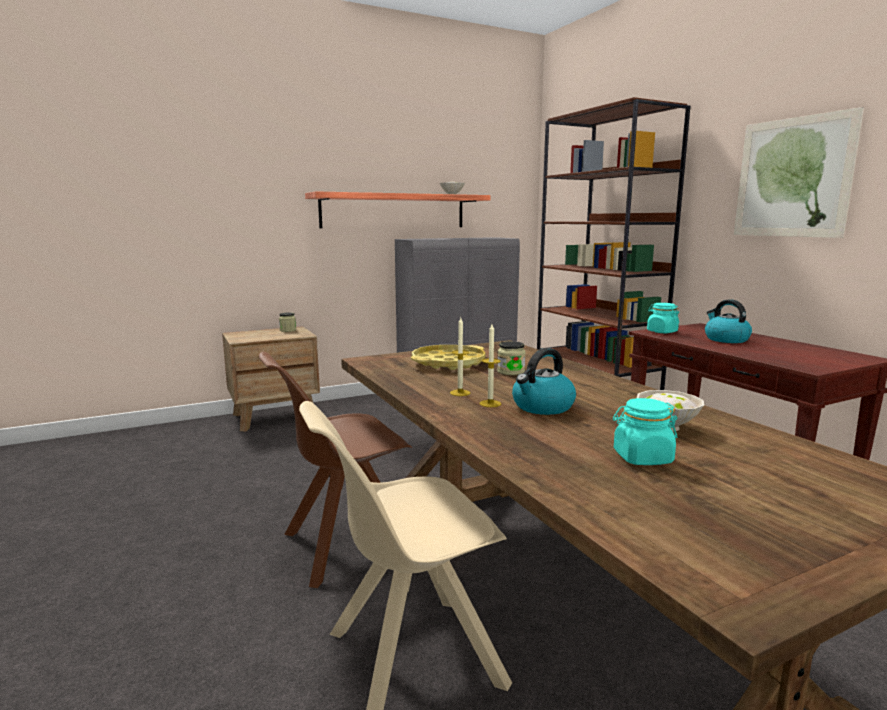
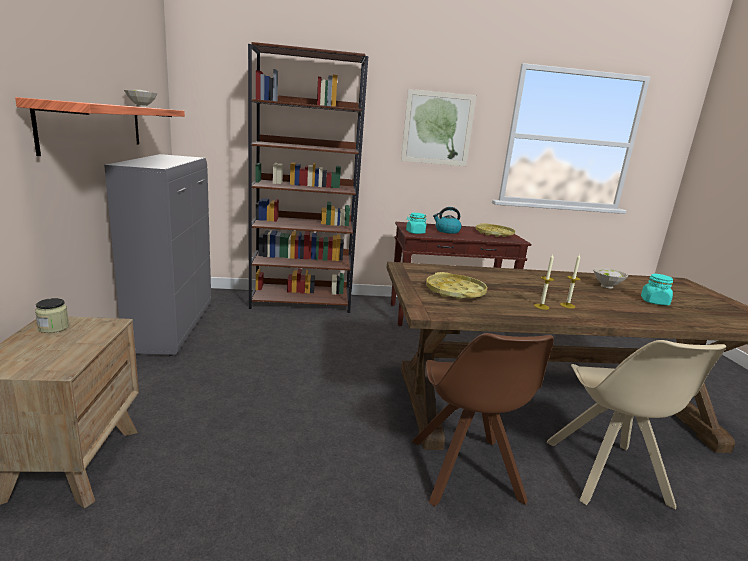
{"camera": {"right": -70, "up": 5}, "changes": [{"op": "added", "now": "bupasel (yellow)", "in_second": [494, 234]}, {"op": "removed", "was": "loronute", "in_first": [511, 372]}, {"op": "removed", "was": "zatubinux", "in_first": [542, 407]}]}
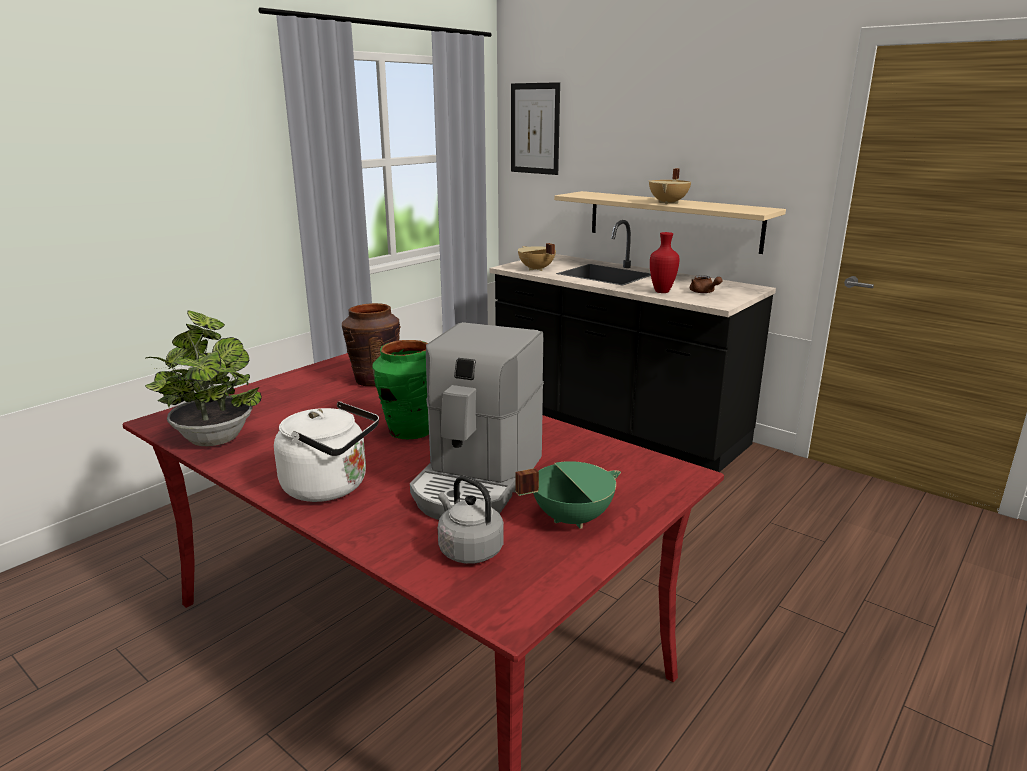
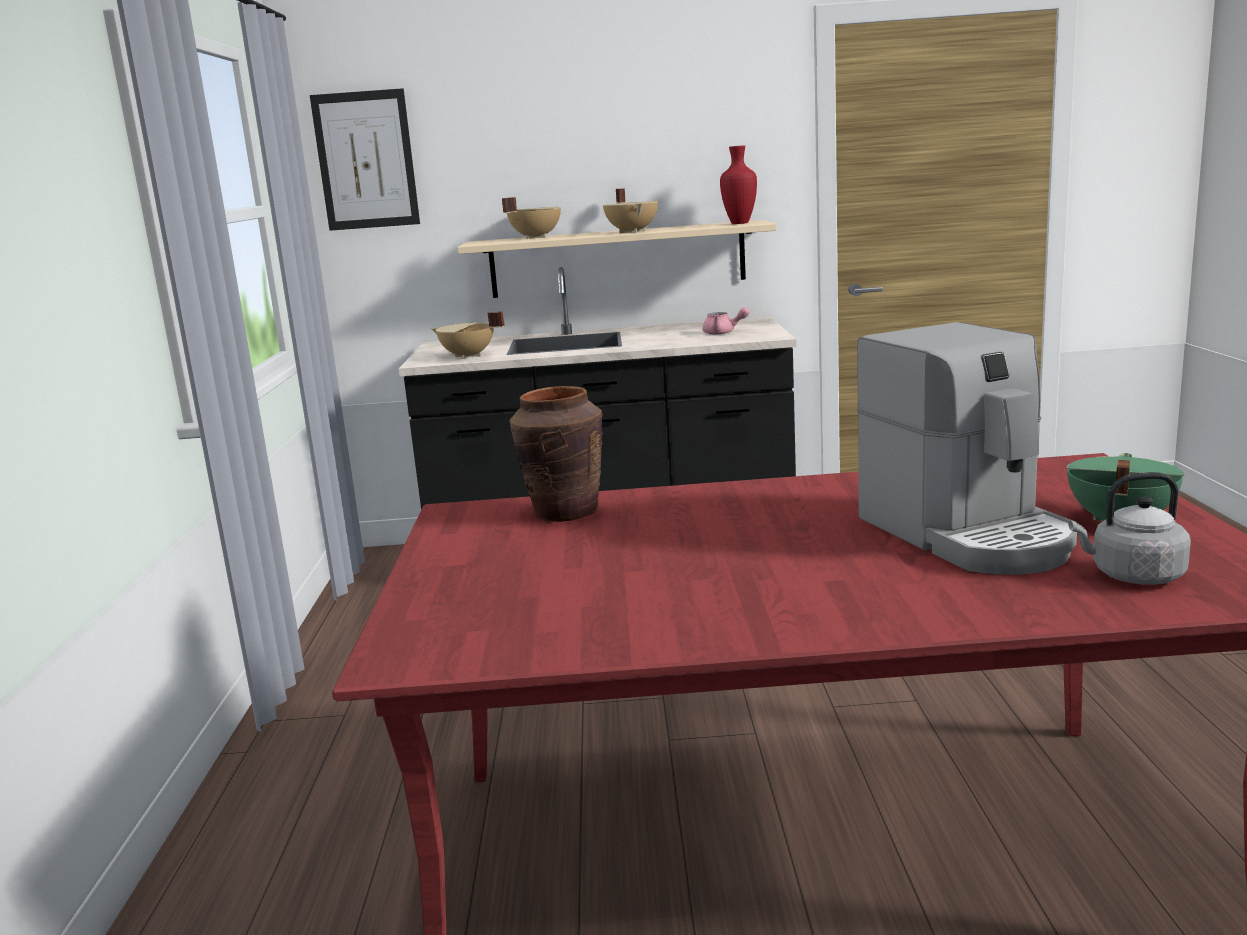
{"camera": {"right": -40, "up": -5}, "changes": [{"op": "added", "now": "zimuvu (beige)", "in_second": [535, 237]}, {"op": "recoloured", "was": "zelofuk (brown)", "now": "zelofuk (pink)", "in_first": [703, 292], "in_second": [723, 333]}, {"op": "moved", "was": "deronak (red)", "in_first": [662, 292], "in_second": [741, 223]}, {"op": "removed", "was": "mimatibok", "in_first": [214, 436]}, {"op": "removed", "was": "zatubinux (white)", "in_first": [331, 487]}, {"op": "removed", "was": "deronak (green)", "in_first": [410, 430]}]}
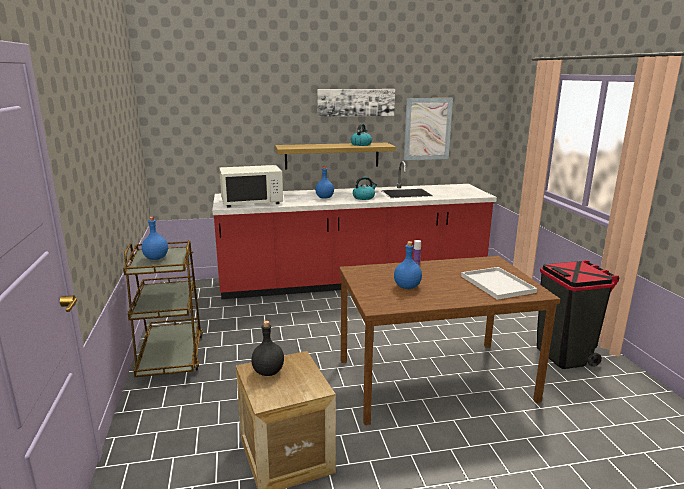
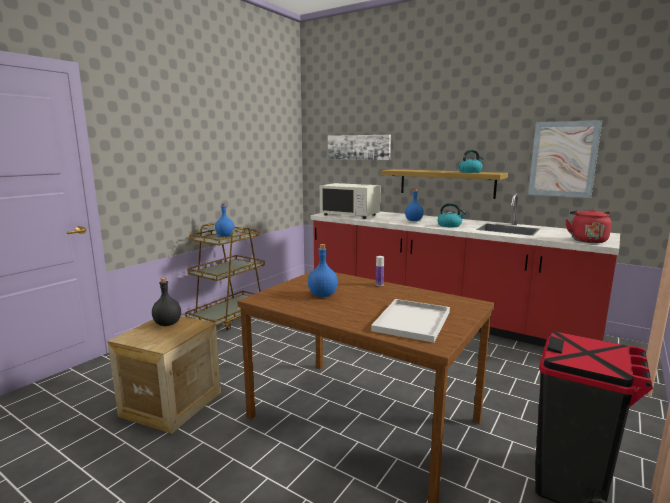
{"camera": {"right": 45, "up": -5}, "changes": [{"op": "moved", "was": "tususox", "in_first": [356, 102], "in_second": [358, 147]}, {"op": "added", "now": "zatubinux (red)", "in_second": [587, 240]}]}
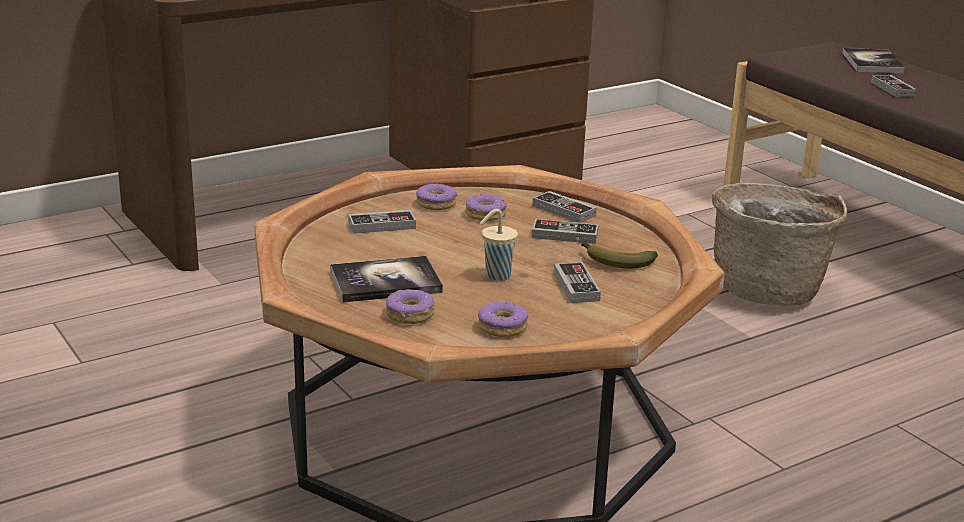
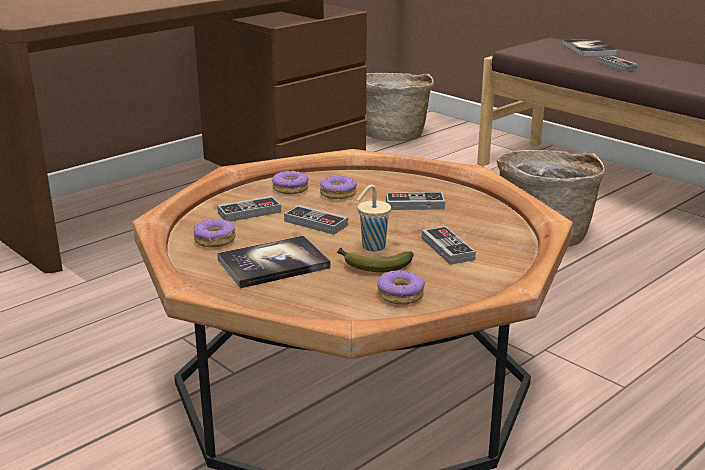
{"camera": {"right": -10, "up": 0}, "changes": [{"op": "moved", "was": "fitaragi", "in_first": [409, 315], "in_second": [214, 240]}, {"op": "moved", "was": "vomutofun", "in_first": [564, 210], "in_second": [316, 223]}, {"op": "moved", "was": "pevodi", "in_first": [614, 261], "in_second": [372, 266]}, {"op": "added", "now": "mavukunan", "in_second": [392, 135]}]}
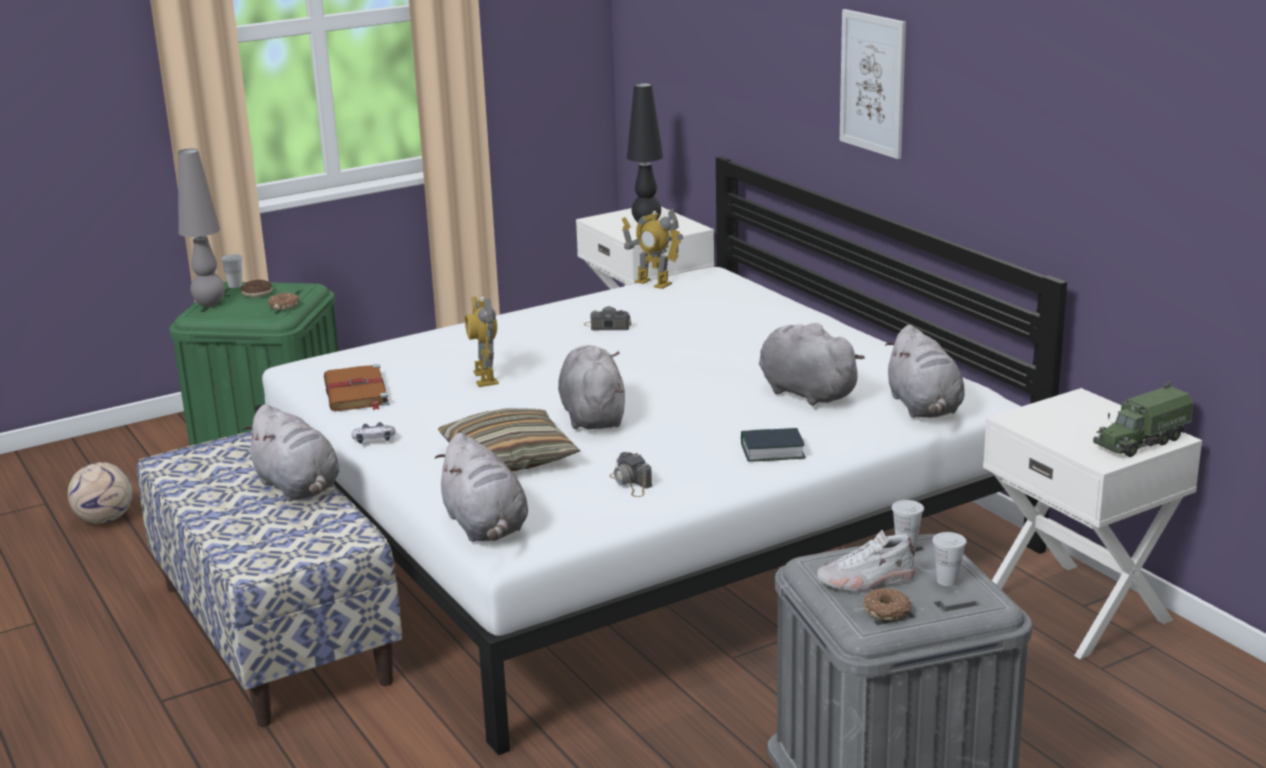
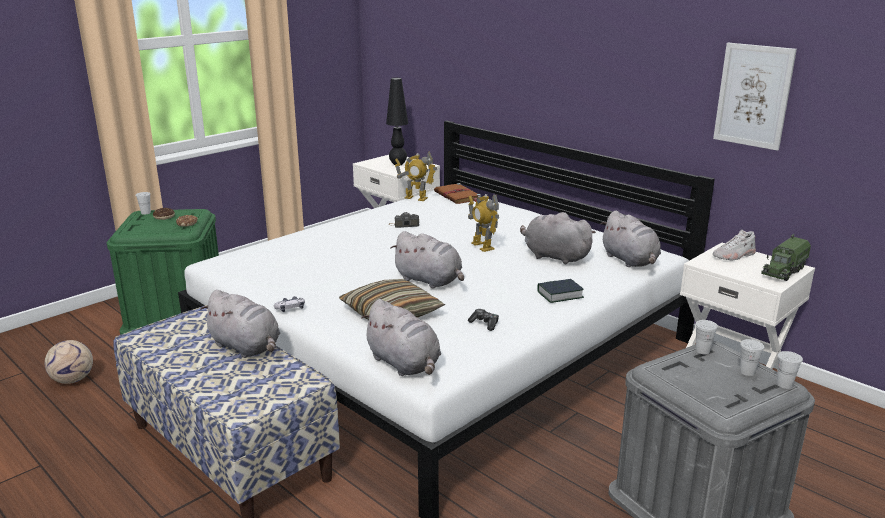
{"camera": {"right": -15, "up": 0}, "changes": [{"op": "turned", "was": "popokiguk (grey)", "in_first": [592, 416], "in_second": [430, 281], "clockwise": 150}, {"op": "moved", "was": "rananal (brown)", "in_first": [356, 393], "in_second": [457, 196]}, {"op": "moved", "was": "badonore", "in_first": [485, 378], "in_second": [482, 246]}, {"op": "replaced", "was": "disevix", "now": "vomutofun", "in_first": [631, 483], "in_second": [484, 323]}, {"op": "moved", "was": "tususox", "in_first": [873, 83], "in_second": [753, 96]}, {"op": "moved", "was": "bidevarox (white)", "in_first": [866, 581], "in_second": [734, 256]}, {"op": "added", "now": "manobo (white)", "in_second": [784, 384]}, {"op": "removed", "was": "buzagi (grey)", "in_first": [210, 304]}, {"op": "removed", "was": "fitaragi", "in_first": [887, 612]}]}
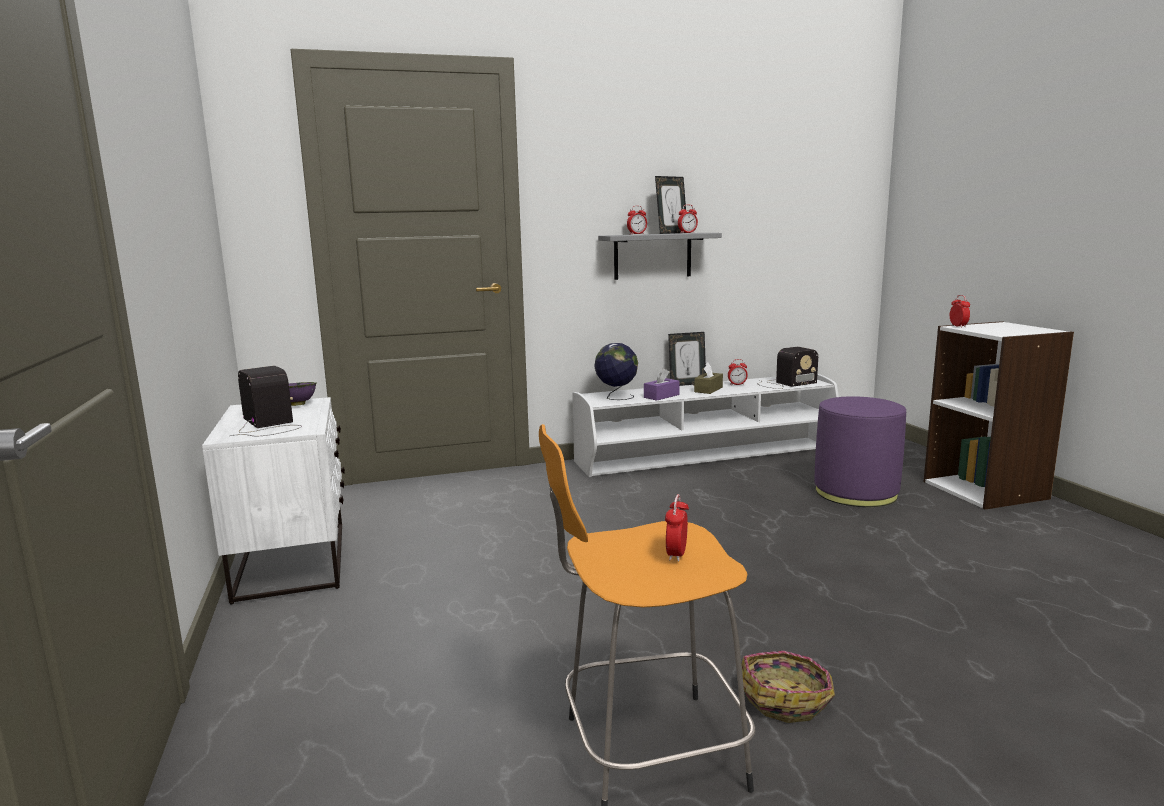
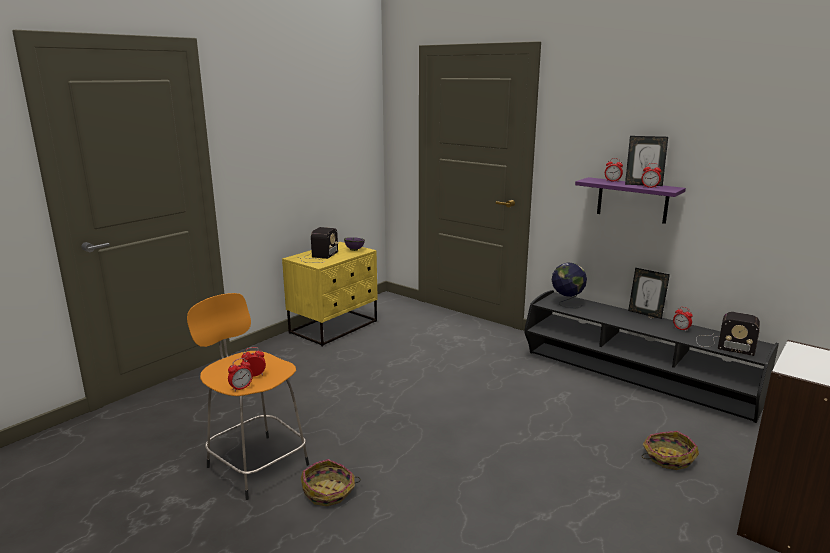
{"camera": {"right": 55, "up": 5}, "changes": [{"op": "moved", "was": "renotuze", "in_first": [958, 326], "in_second": [241, 388]}, {"op": "recoloured", "was": "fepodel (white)", "now": "fepodel (yellow)", "in_first": [294, 561], "in_second": [334, 327]}, {"op": "recoloured", "was": "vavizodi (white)", "now": "vavizodi (black)", "in_first": [707, 457], "in_second": [636, 379]}, {"op": "recoloured", "was": "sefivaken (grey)", "now": "sefivaken (purple)", "in_first": [652, 256], "in_second": [632, 200]}, {"op": "replaced", "was": "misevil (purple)", "now": "mavukunan", "in_first": [855, 492], "in_second": [667, 458]}, {"op": "removed", "was": "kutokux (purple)", "in_first": [661, 396]}, {"op": "removed", "was": "kutokux (brown)", "in_first": [708, 389]}]}
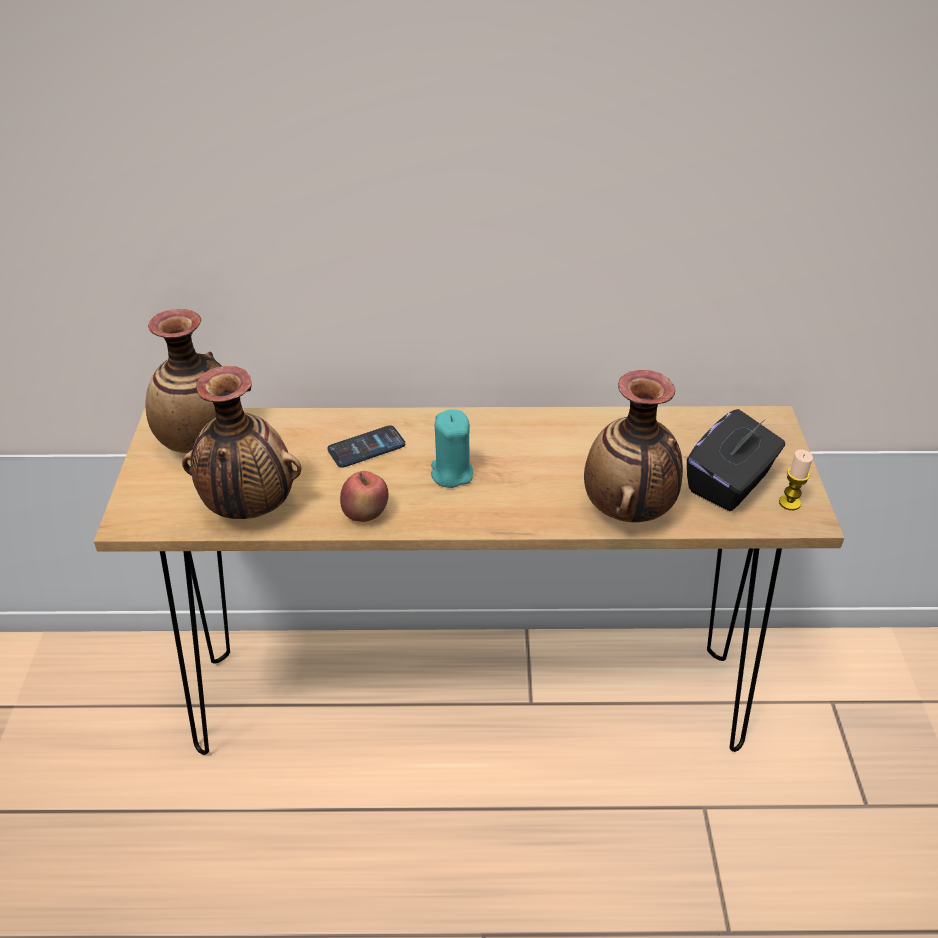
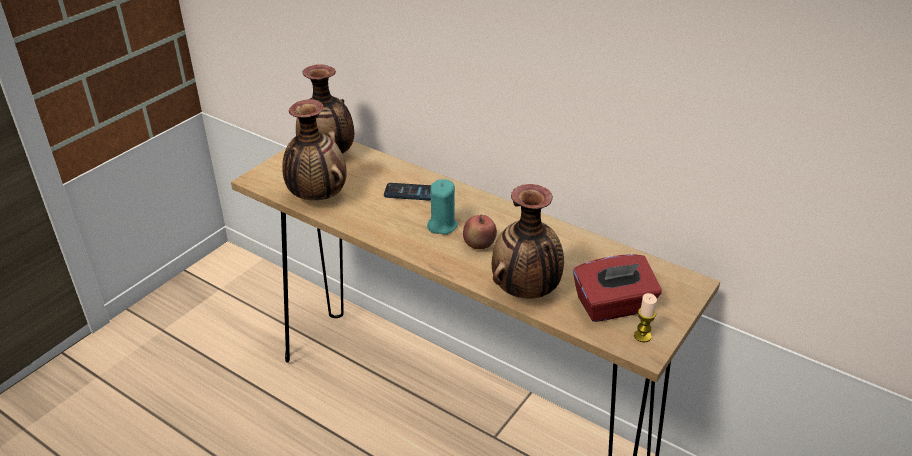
{"camera": {"right": 35, "up": -5}, "changes": [{"op": "moved", "was": "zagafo", "in_first": [365, 515], "in_second": [479, 246]}, {"op": "recoloured", "was": "kutokux (black)", "now": "kutokux (red)", "in_first": [730, 483], "in_second": [613, 306]}]}
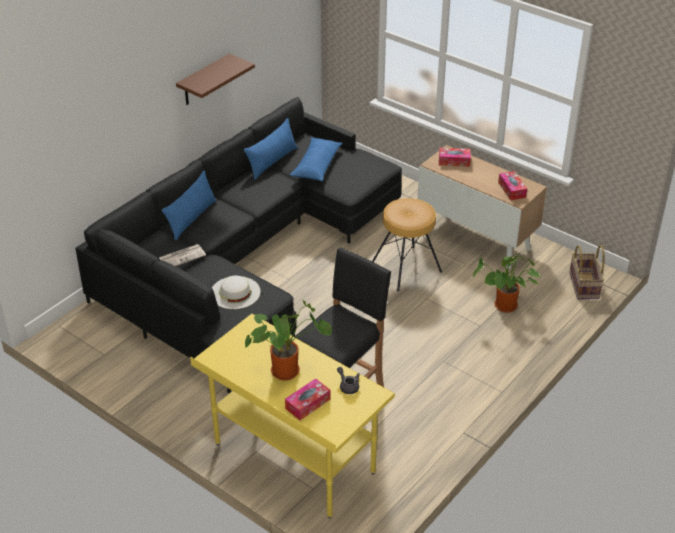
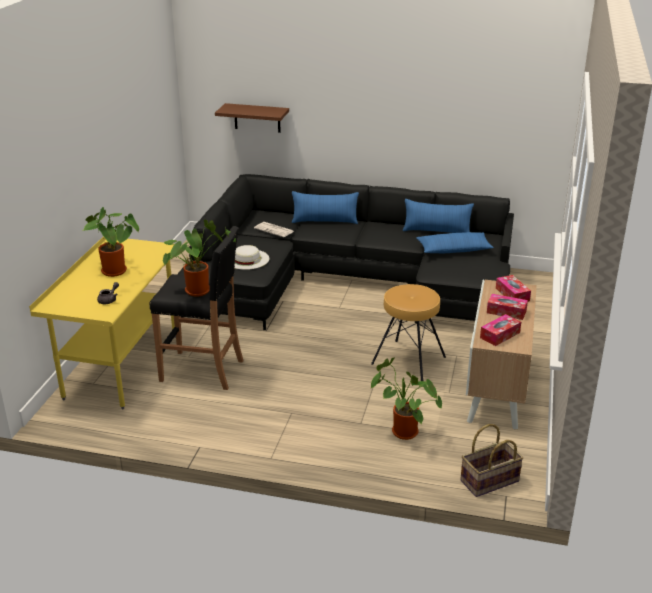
{"camera": {"right": 65, "up": -10}, "changes": [{"op": "added", "now": "mimatibok", "in_second": [199, 289]}, {"op": "moved", "was": "sefivaken (brown)", "in_first": [204, 80], "in_second": [257, 118]}, {"op": "moved", "was": "kutokux", "in_first": [308, 404], "in_second": [506, 312]}]}
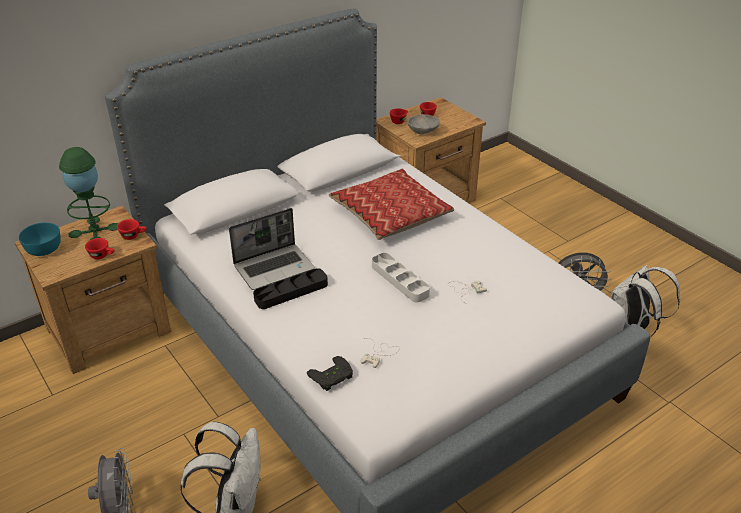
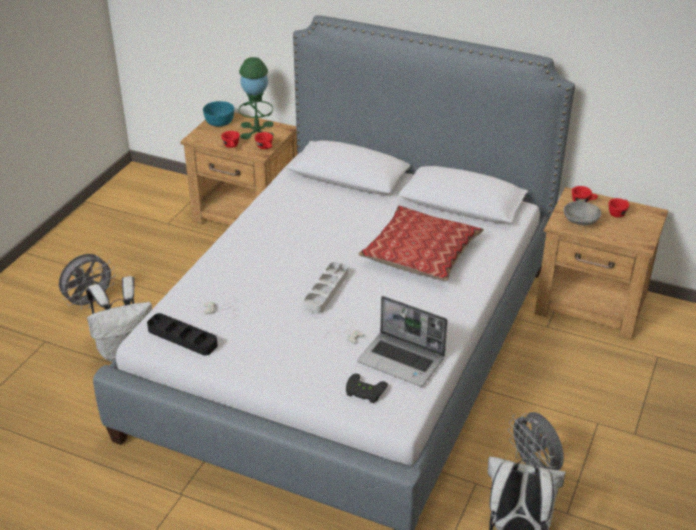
{"camera": {"right": 60, "up": 0}, "changes": [{"op": "moved", "was": "bupasel (black)", "in_first": [291, 292], "in_second": [182, 337]}, {"op": "moved", "was": "vomutofun (black)", "in_first": [332, 377], "in_second": [364, 392]}, {"op": "moved", "was": "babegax", "in_first": [274, 267], "in_second": [402, 360]}]}
